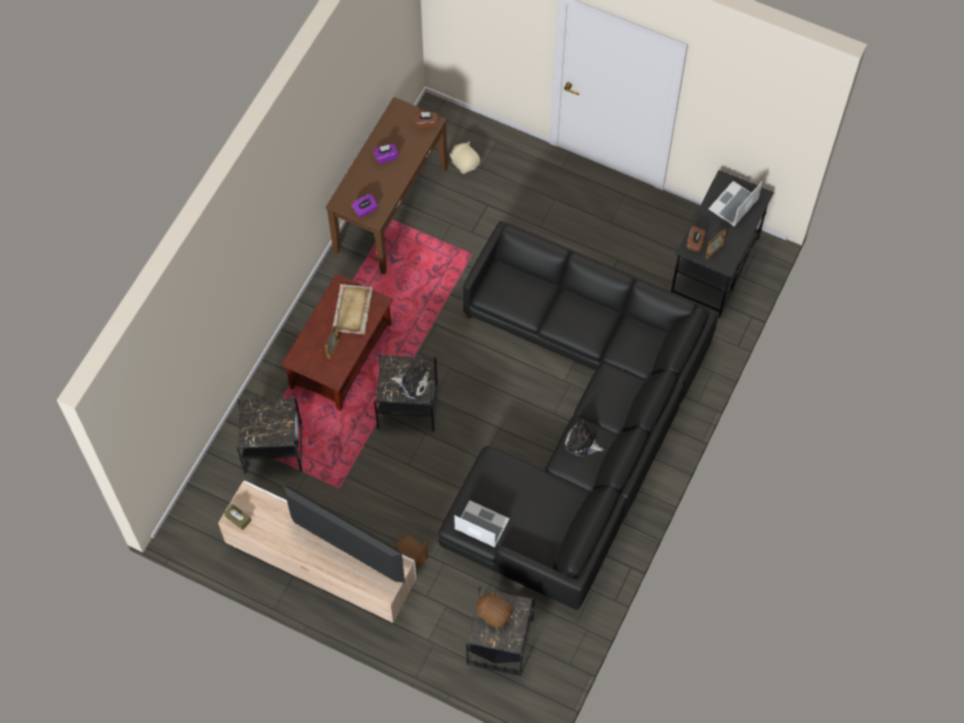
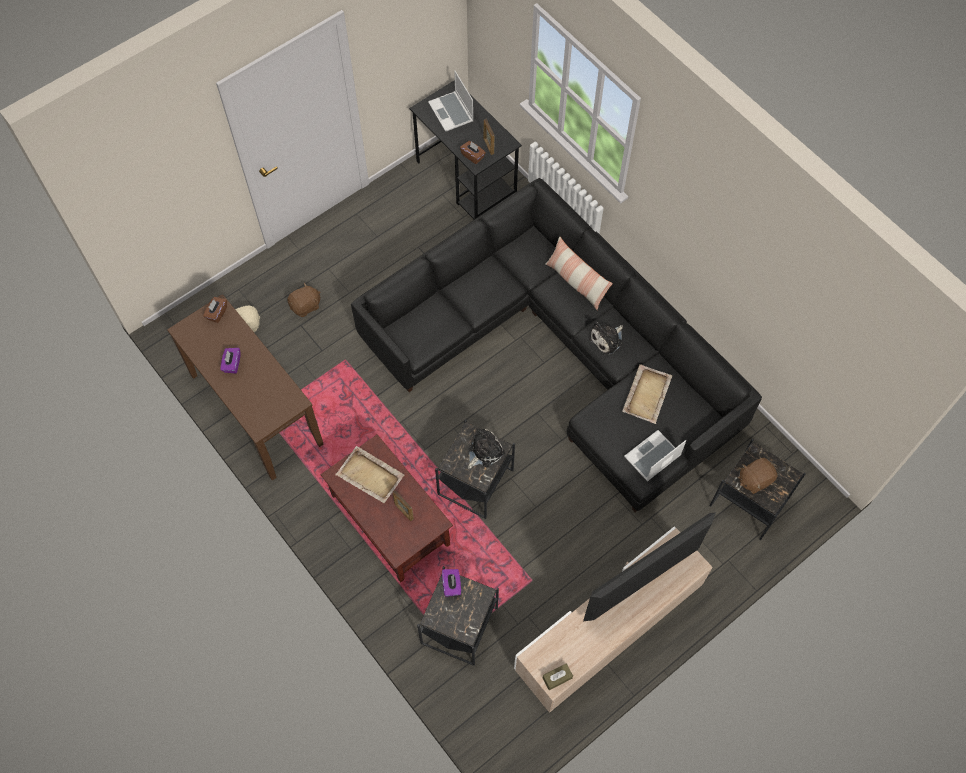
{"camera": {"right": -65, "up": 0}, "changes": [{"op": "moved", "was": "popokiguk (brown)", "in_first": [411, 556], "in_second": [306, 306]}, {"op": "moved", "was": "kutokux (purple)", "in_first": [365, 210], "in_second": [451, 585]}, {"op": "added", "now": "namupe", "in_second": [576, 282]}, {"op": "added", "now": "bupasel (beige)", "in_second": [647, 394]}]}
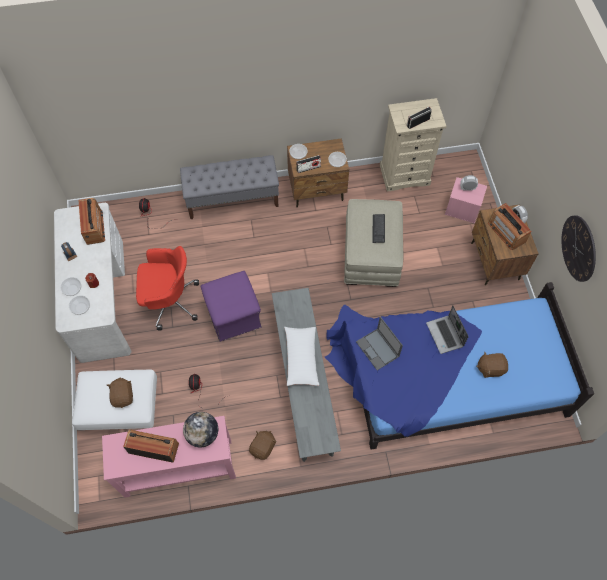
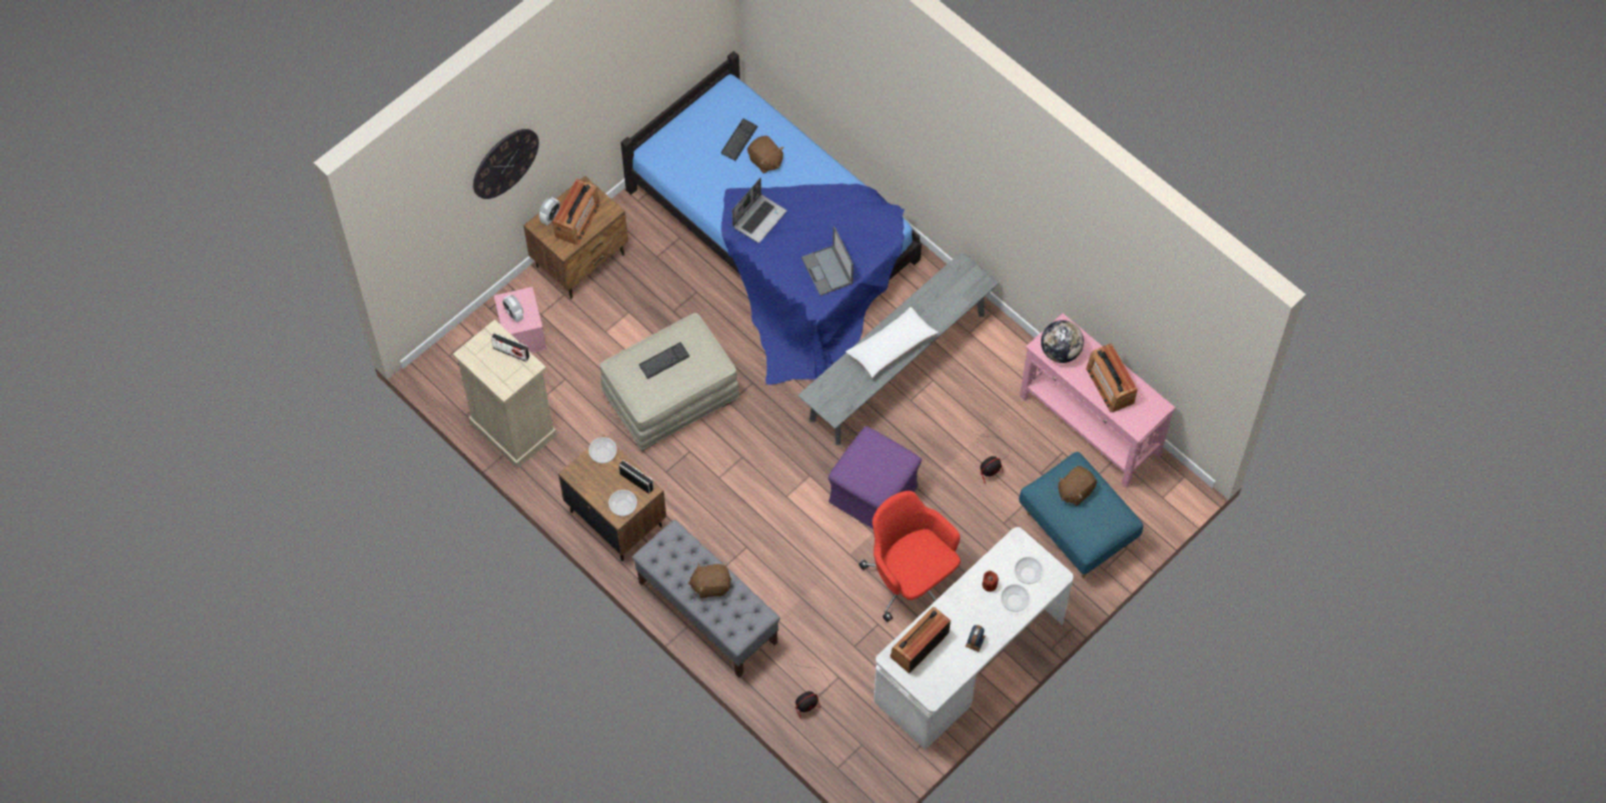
{"camera": {"right": -125, "up": 0}, "changes": [{"op": "moved", "was": "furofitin", "in_first": [578, 248], "in_second": [505, 163]}, {"op": "moved", "was": "popokiguk (brown)", "in_first": [263, 447], "in_second": [711, 585]}, {"op": "added", "now": "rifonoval", "in_second": [739, 140]}, {"op": "turned", "was": "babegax", "in_first": [378, 349], "in_second": [827, 271], "clockwise": 135}, {"op": "recoloured", "was": "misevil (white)", "now": "misevil (blue)", "in_first": [121, 409], "in_second": [1078, 530]}]}
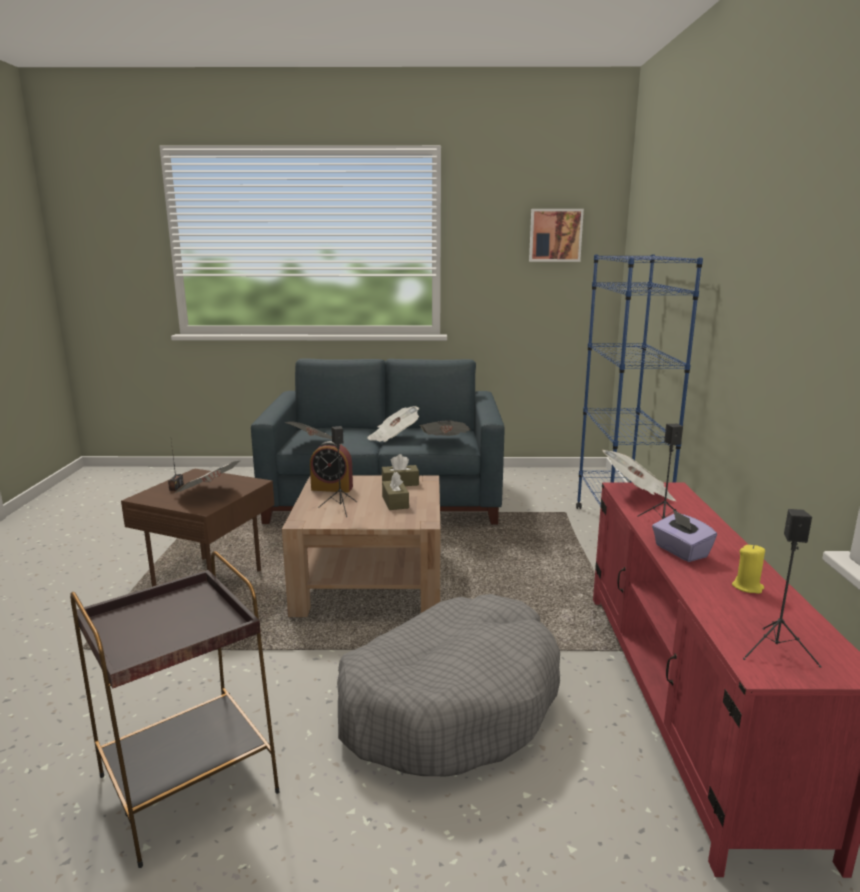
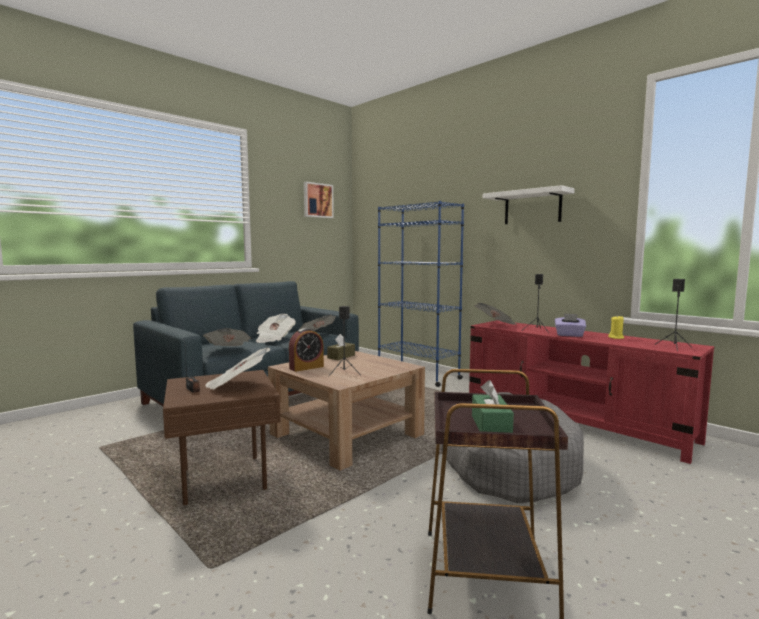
{"camera": {"right": -45, "up": -10}, "changes": [{"op": "added", "now": "kutokux (green)", "in_second": [491, 426]}, {"op": "added", "now": "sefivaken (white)", "in_second": [532, 207]}, {"op": "removed", "was": "kutokux (brown)", "in_first": [395, 502]}]}
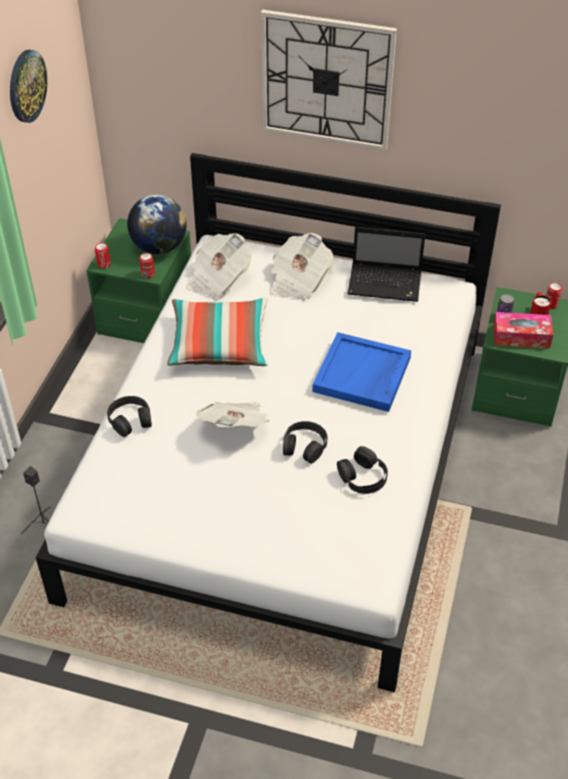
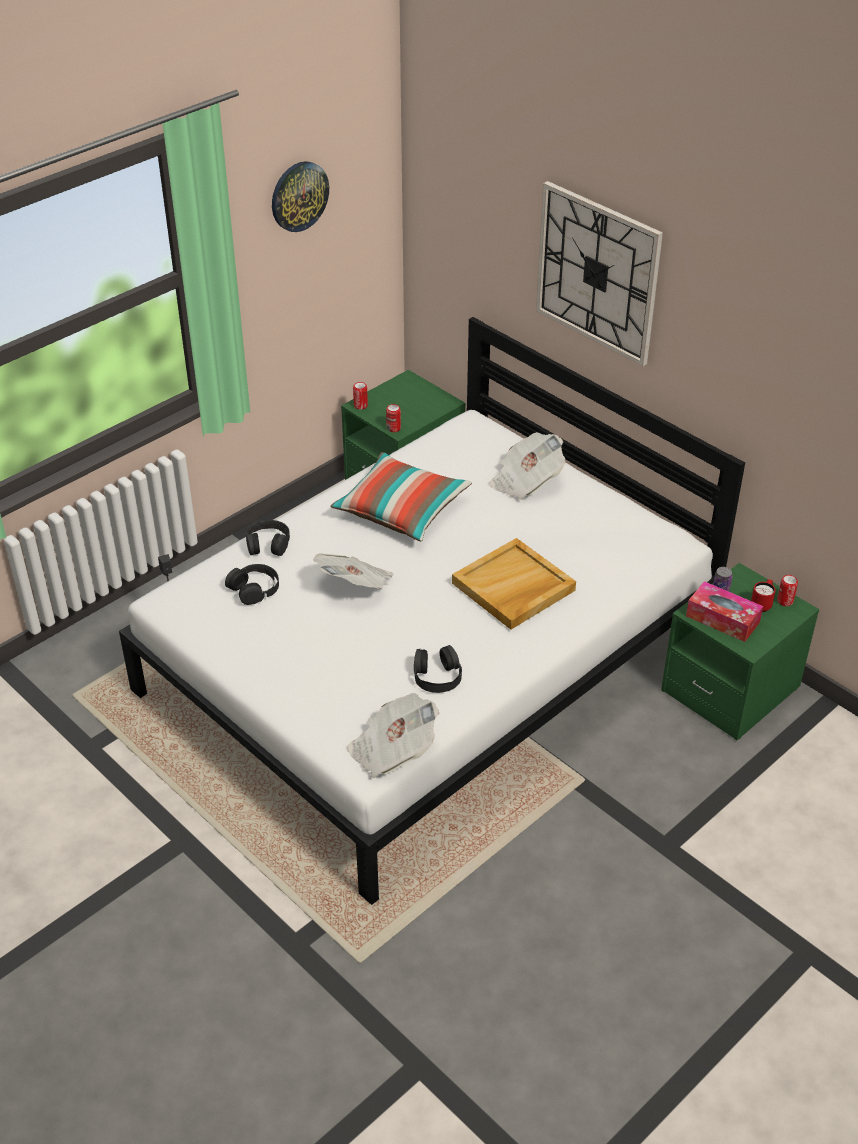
{"camera": {"right": 30, "up": -5}, "changes": [{"op": "moved", "was": "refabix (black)", "in_first": [304, 446], "in_second": [254, 589]}, {"op": "moved", "was": "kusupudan", "in_first": [217, 279], "in_second": [392, 751]}, {"op": "recoloured", "was": "bupasel (blue)", "now": "bupasel (beige)", "in_first": [362, 375], "in_second": [513, 587]}, {"op": "removed", "was": "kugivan", "in_first": [159, 247]}, {"op": "removed", "was": "babegax", "in_first": [386, 284]}]}
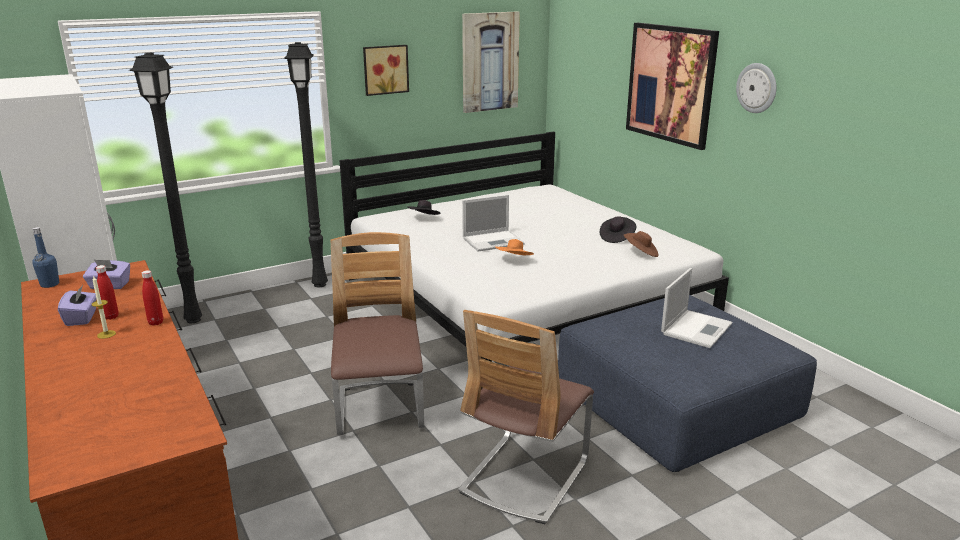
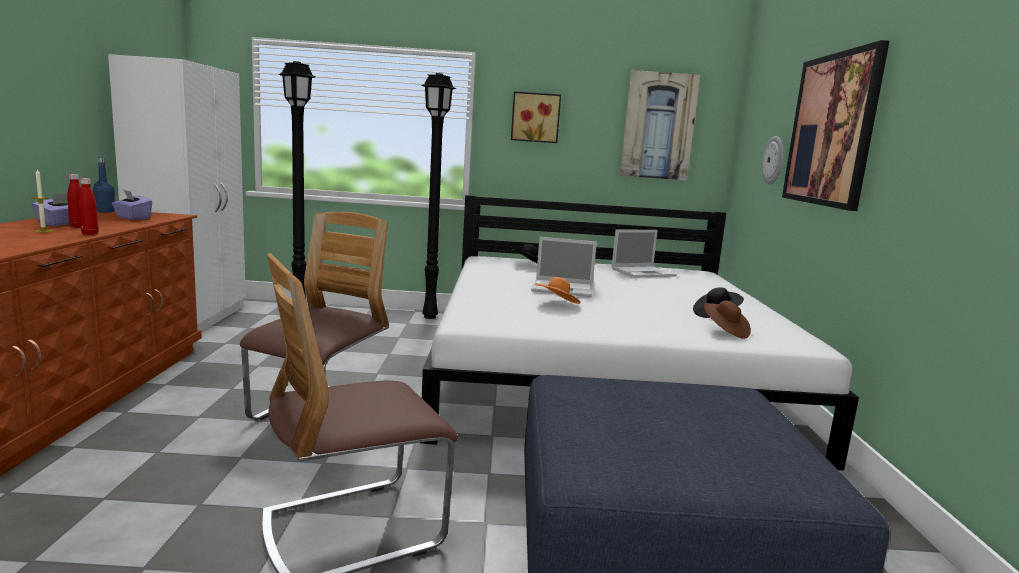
{"camera": {"right": 30, "up": -10}, "changes": [{"op": "moved", "was": "babegax", "in_first": [696, 328], "in_second": [644, 272]}, {"op": "moved", "was": "furofitin", "in_first": [757, 88], "in_second": [774, 160]}]}
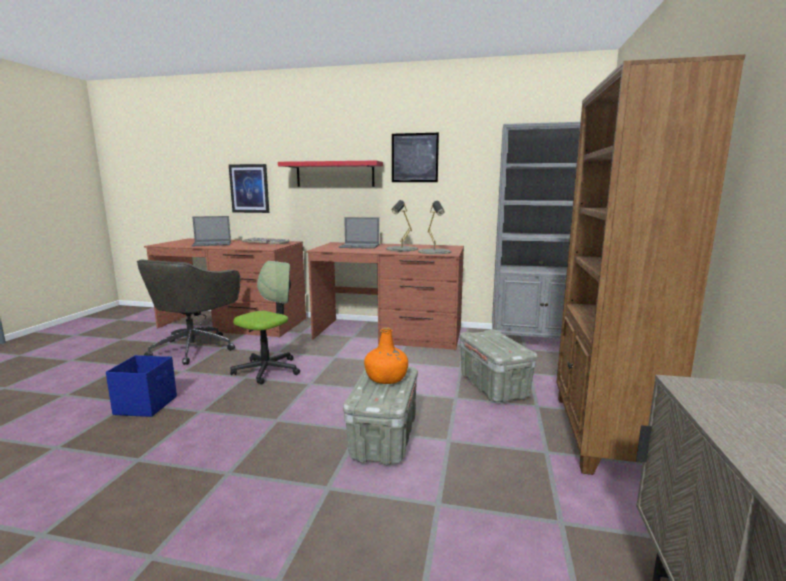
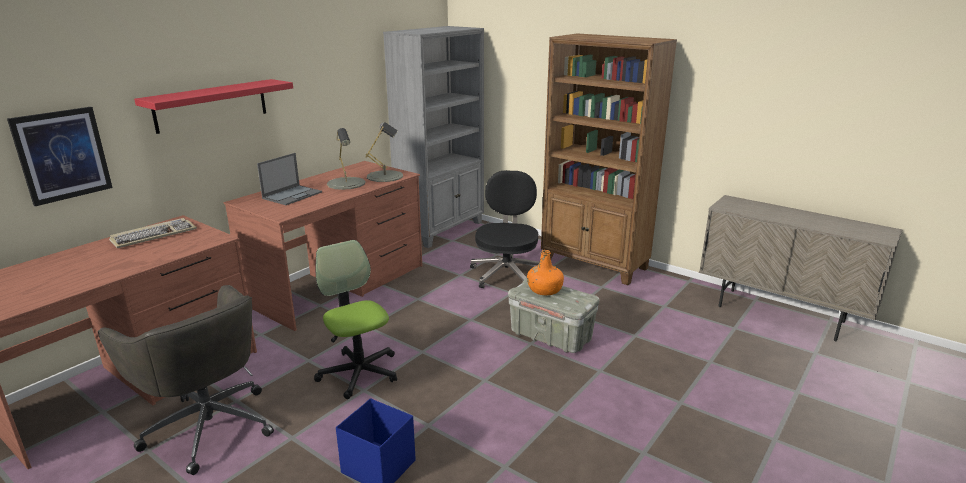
{"camera": {"right": -65, "up": 10}, "changes": [{"op": "replaced", "was": "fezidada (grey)", "now": "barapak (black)", "in_first": [494, 386], "in_second": [506, 273]}, {"op": "removed", "was": "babegax", "in_first": [212, 244]}, {"op": "removed", "was": "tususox", "in_first": [414, 158]}]}
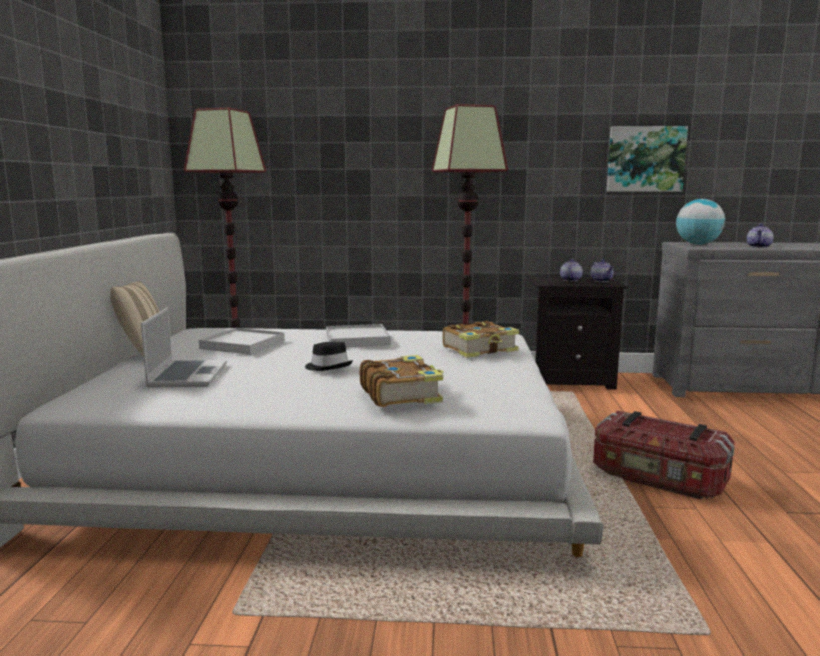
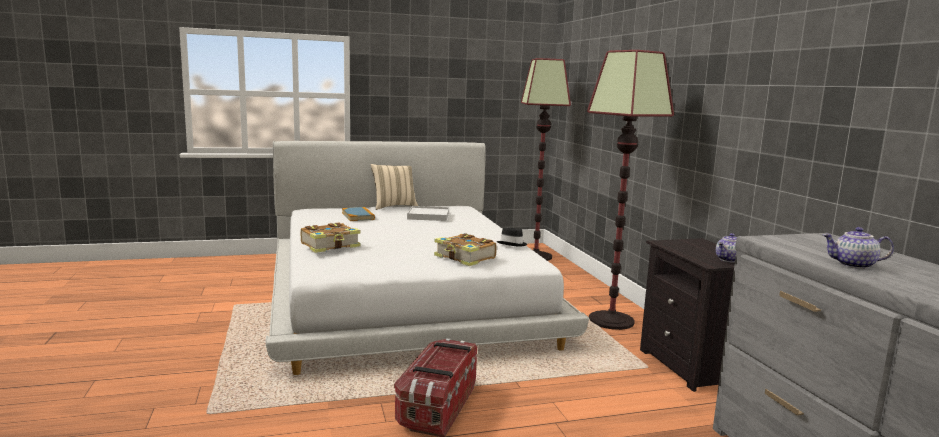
{"camera": {"right": 70, "up": 0}, "changes": [{"op": "replaced", "was": "babegax", "now": "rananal", "in_first": [187, 375], "in_second": [358, 216]}, {"op": "moved", "was": "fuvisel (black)", "in_first": [328, 366], "in_second": [512, 244]}, {"op": "removed", "was": "bupasel (white)", "in_first": [357, 340]}, {"op": "removed", "was": "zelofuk", "in_first": [570, 280]}, {"op": "removed", "was": "tususox", "in_first": [645, 159]}, {"op": "removed", "was": "kugivan", "in_first": [698, 244]}]}
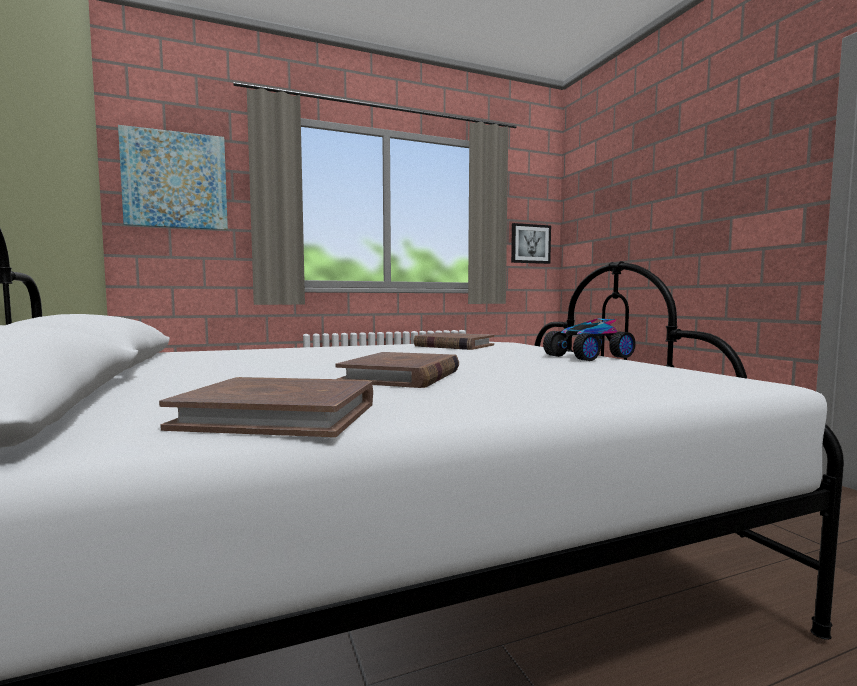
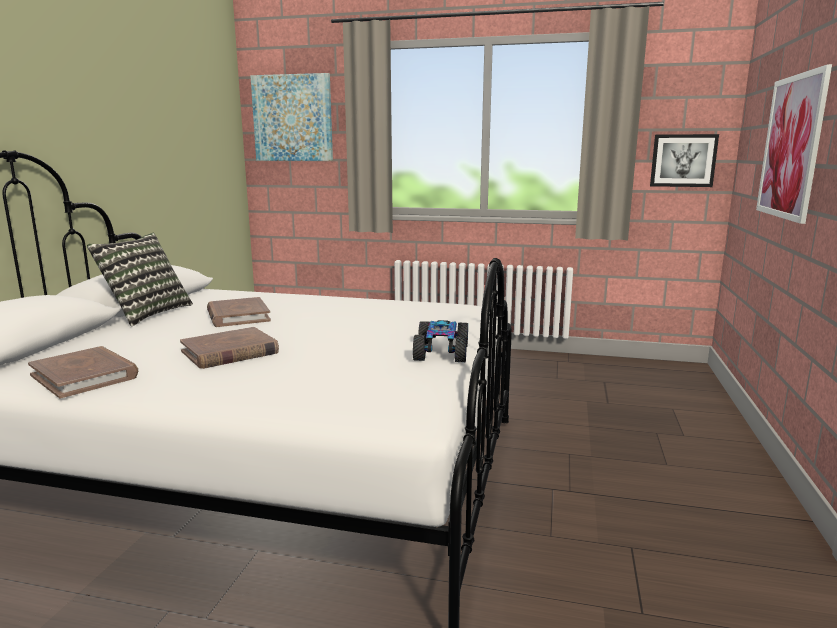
{"camera": {"right": 35, "up": 10}, "changes": [{"op": "added", "now": "namupe", "in_second": [146, 313]}, {"op": "moved", "was": "rananal (brown)", "in_first": [453, 345], "in_second": [238, 316]}, {"op": "turned", "was": "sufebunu", "in_first": [587, 356], "in_second": [442, 352], "clockwise": 90}, {"op": "added", "now": "tususox", "in_second": [791, 147]}]}
